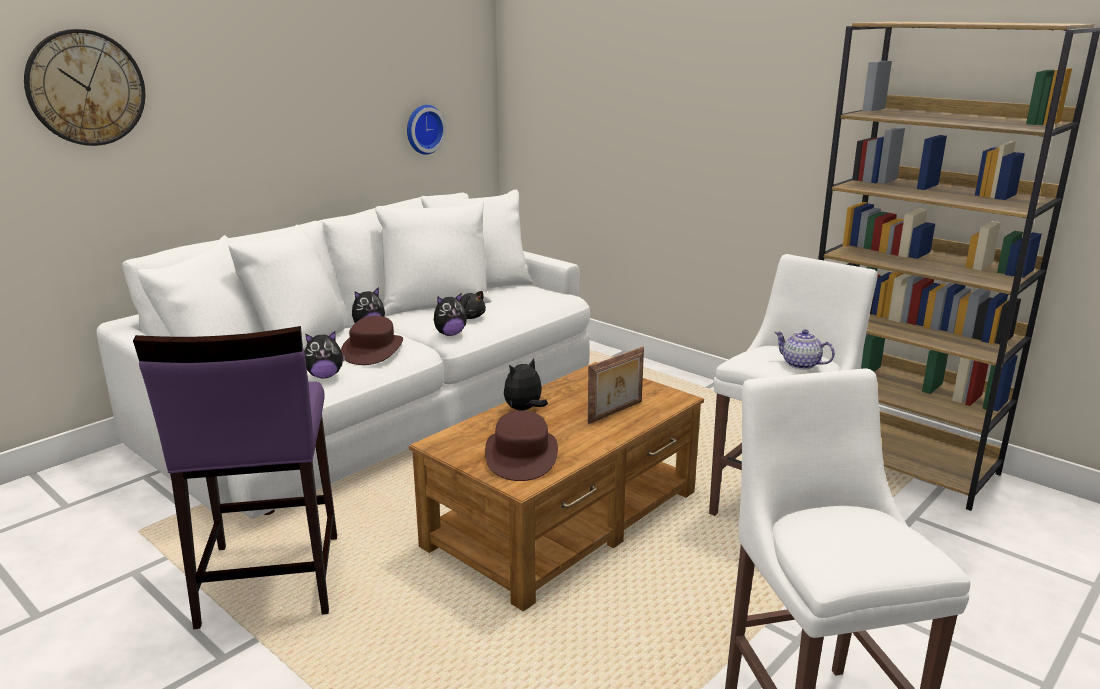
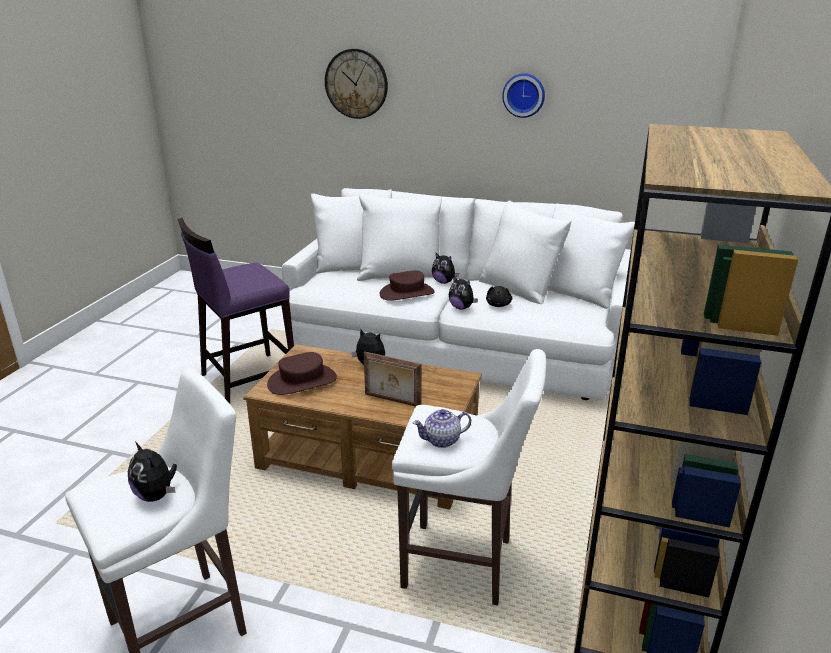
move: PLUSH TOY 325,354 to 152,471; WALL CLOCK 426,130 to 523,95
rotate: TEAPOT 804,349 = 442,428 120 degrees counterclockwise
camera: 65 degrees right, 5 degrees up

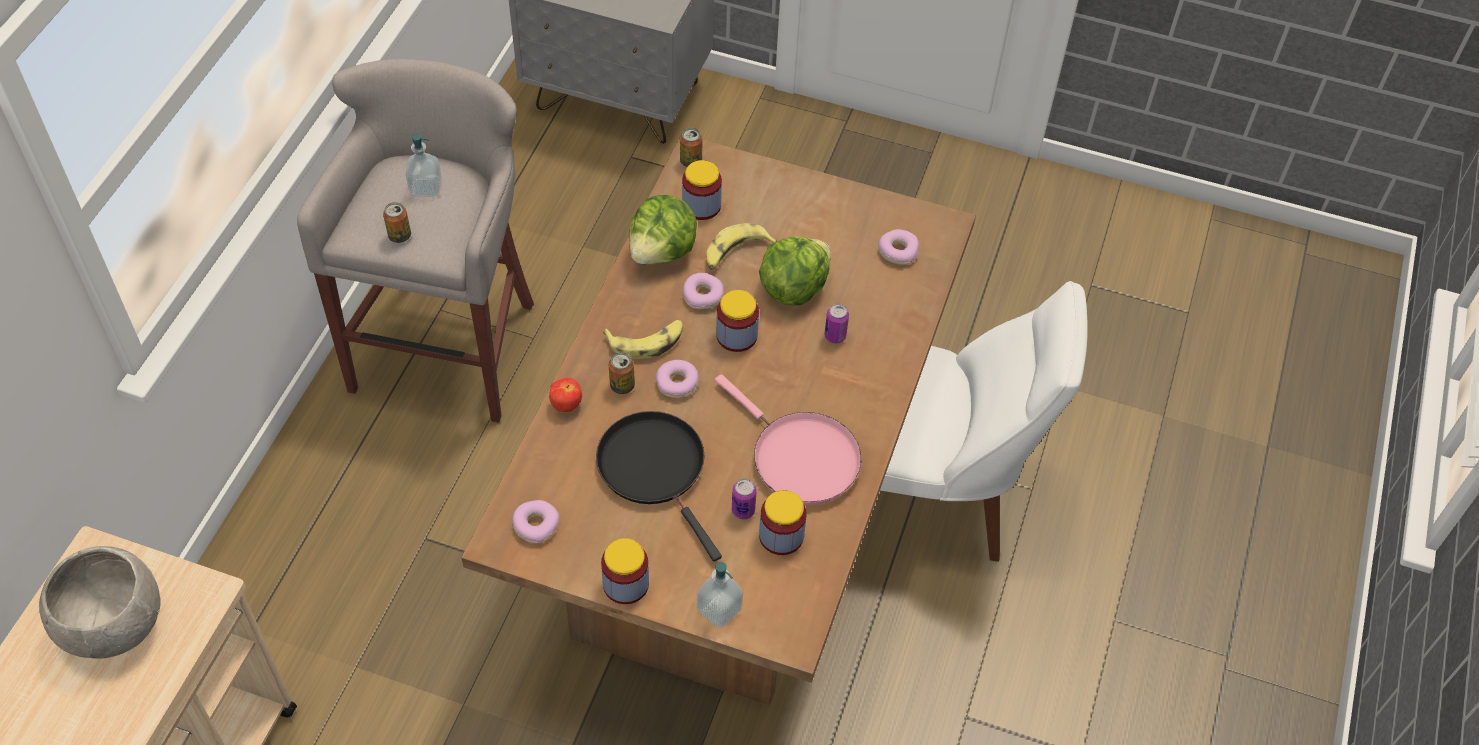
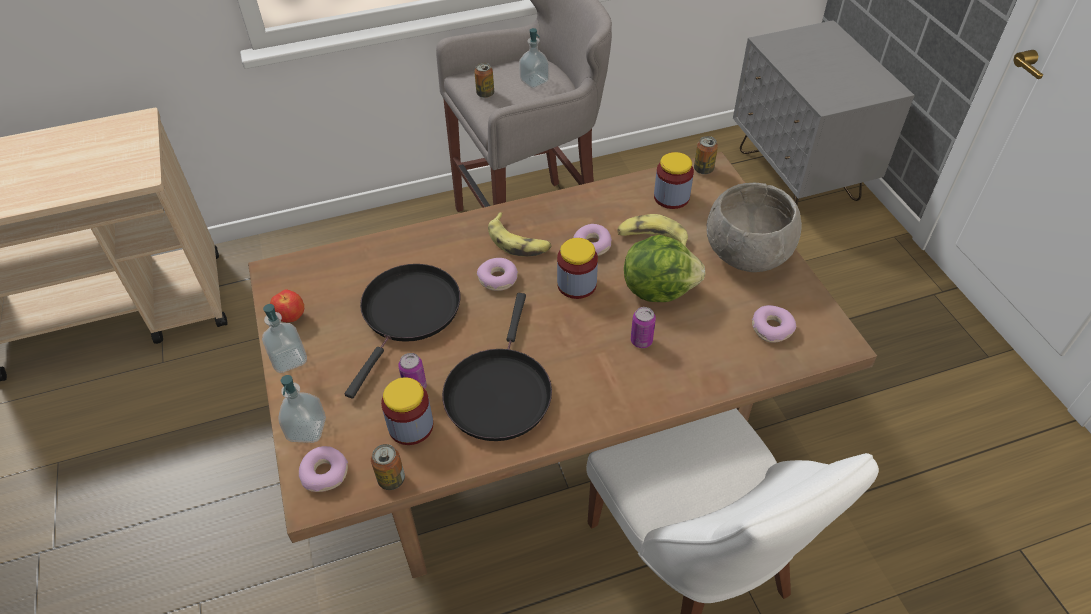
delete: LETTUCE 663,229
move: GREY BOWL 99,602 to 754,227; DONUT 535,522 to 323,469; APPLE 565,395 to 287,305; CAN 622,373 to 388,467
replace: JAR 625,571 to SOAP DISPENSER 284,338
recolor: PINK FRYING PAN 788,439 to BLACK FRYING PAN 497,367
camera: 55 degrees right, 5 degrees down

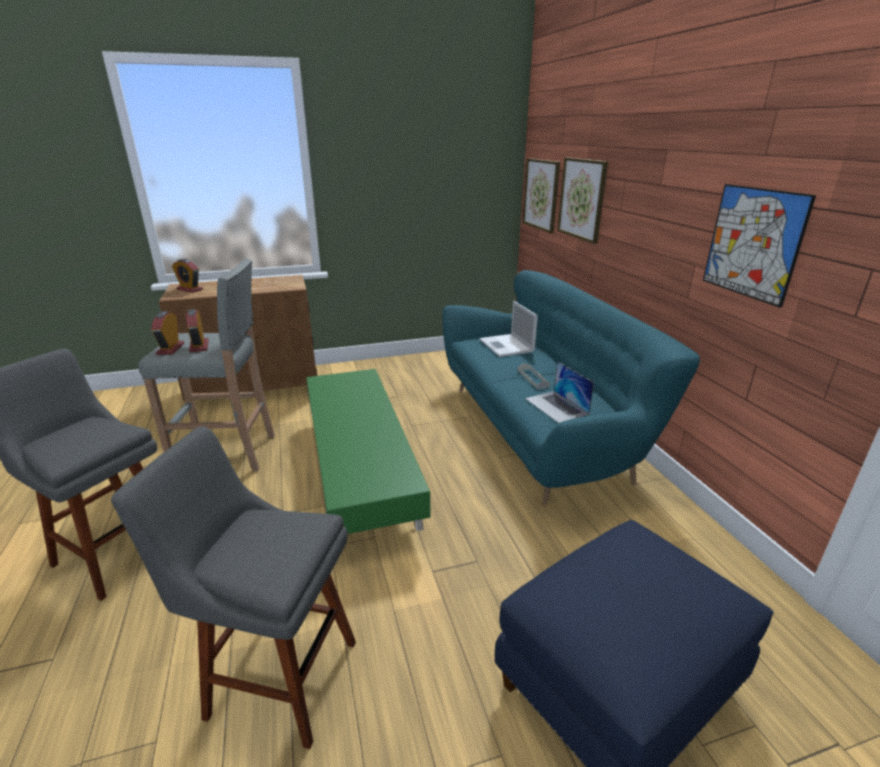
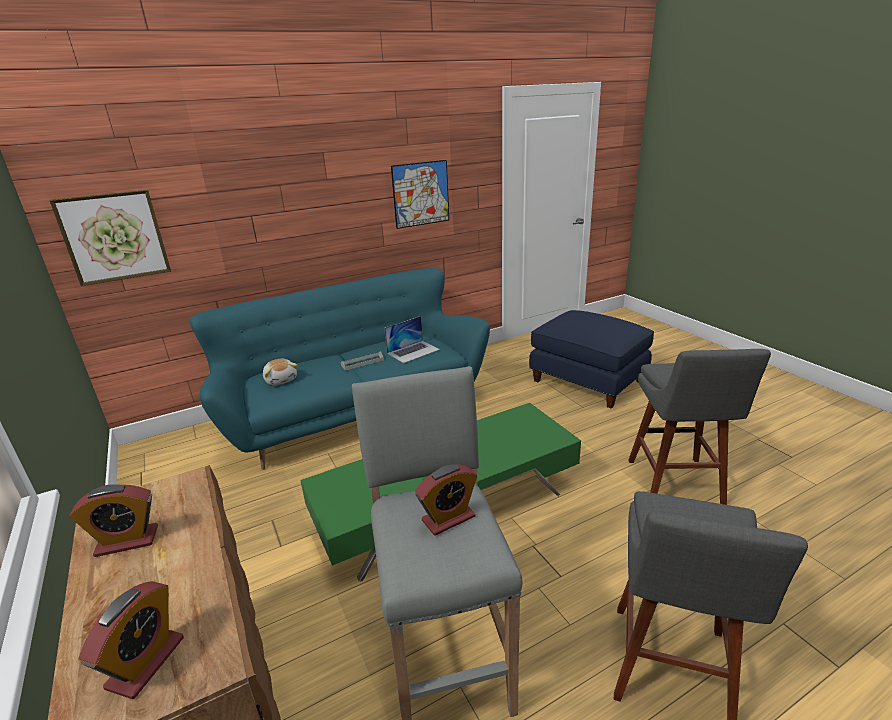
delete: PICTURE 582,201
move: ALARM CLOCK 167,333 to 113,520
replace: LAPTOP 508,329 to PLUSH TOY 280,372
camera: 100 degrees left, 0 degrees up

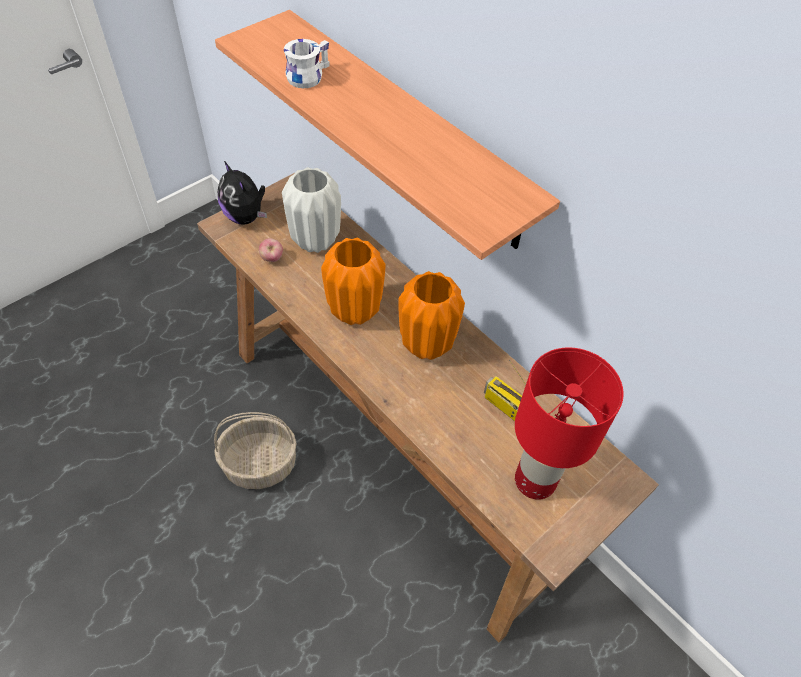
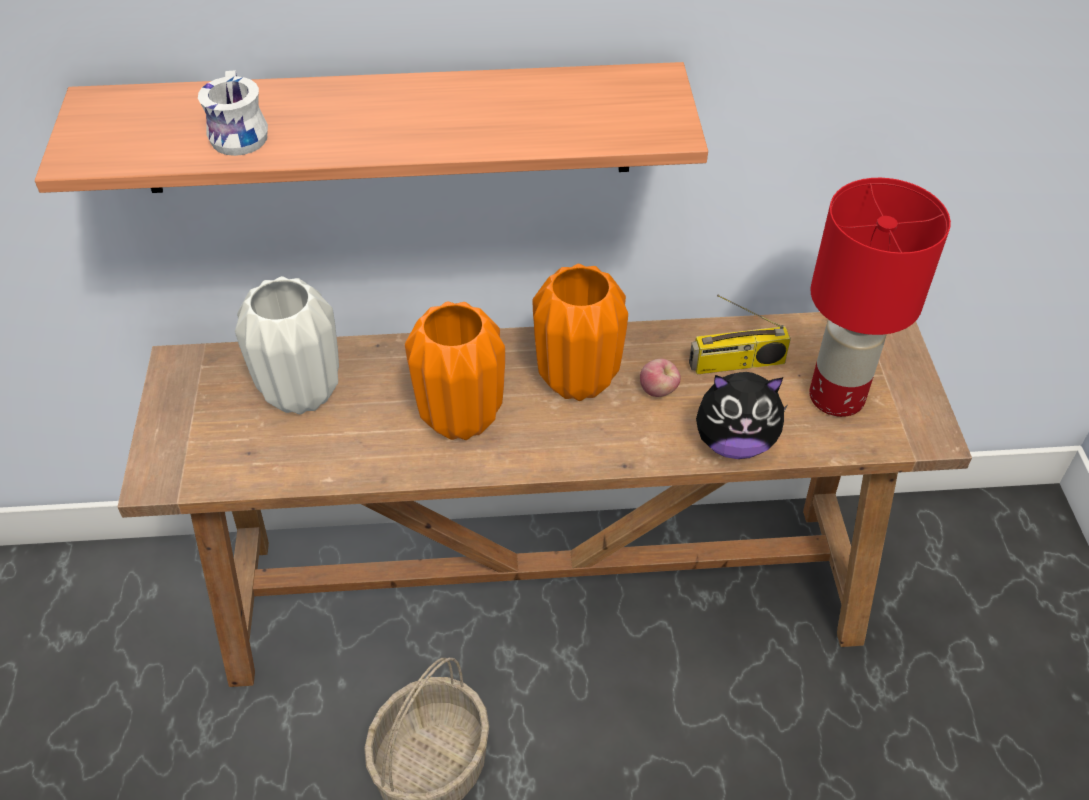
move: PLUSH TOY 242,193 to 742,415; APPLE 271,250 to 660,378
camera: 50 degrees left, 5 degrees down

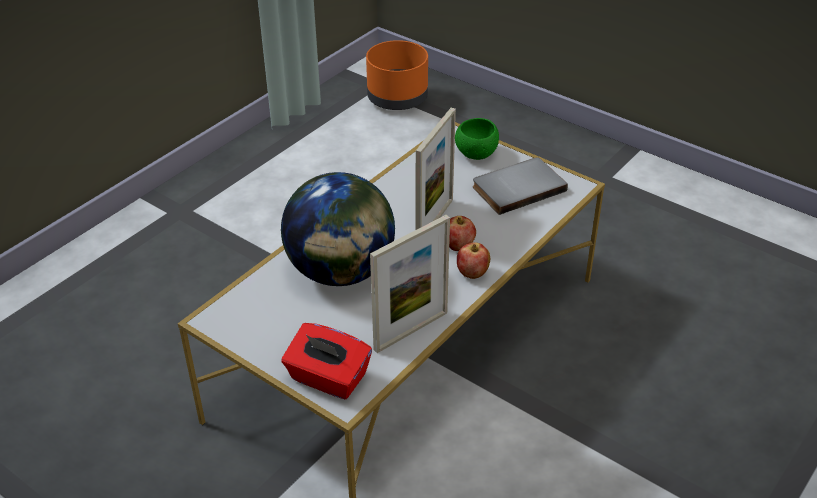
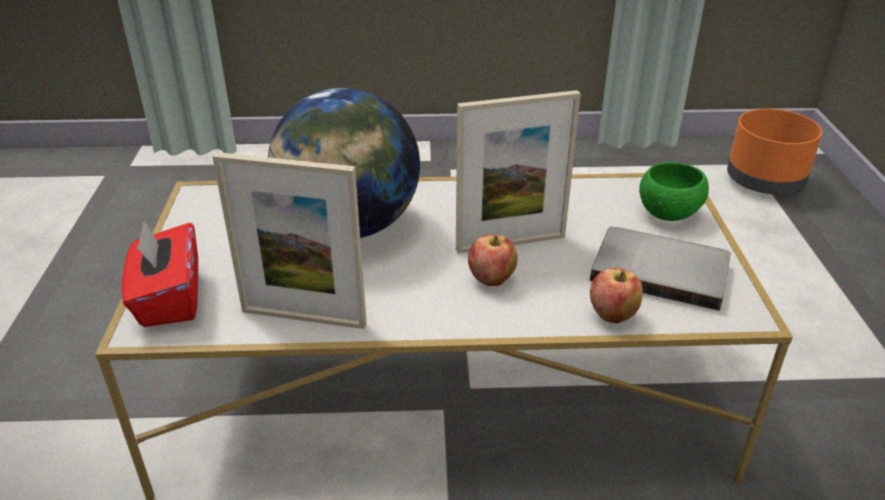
move: APPLE 473,261 to 616,295
camera: 50 degrees right, 5 degrees down

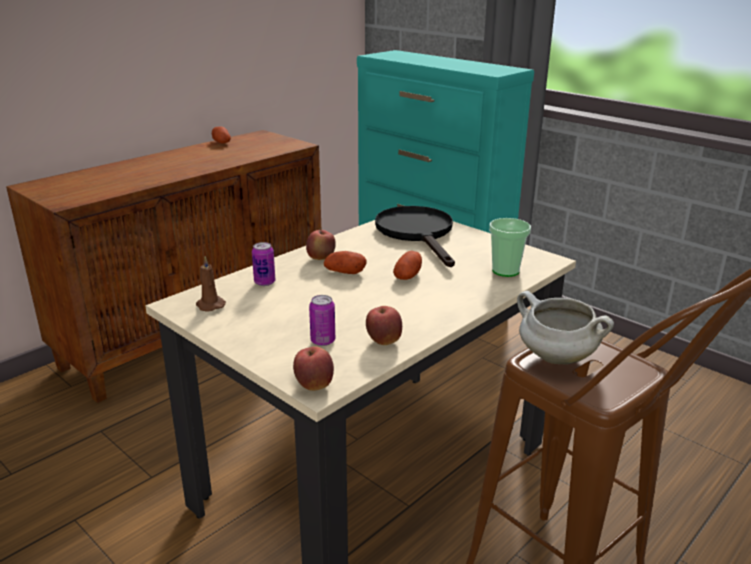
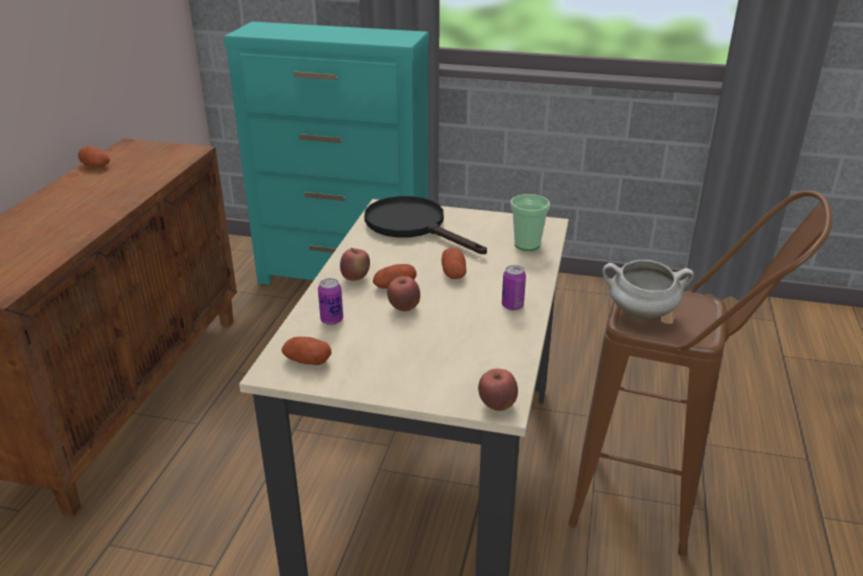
move: CAN 322,320 to 514,288; APPLE 384,325 to 403,293
replace: BROWN CANDLE 211,283 to POTATO 306,351
camera: 30 degrees left, 5 degrees up

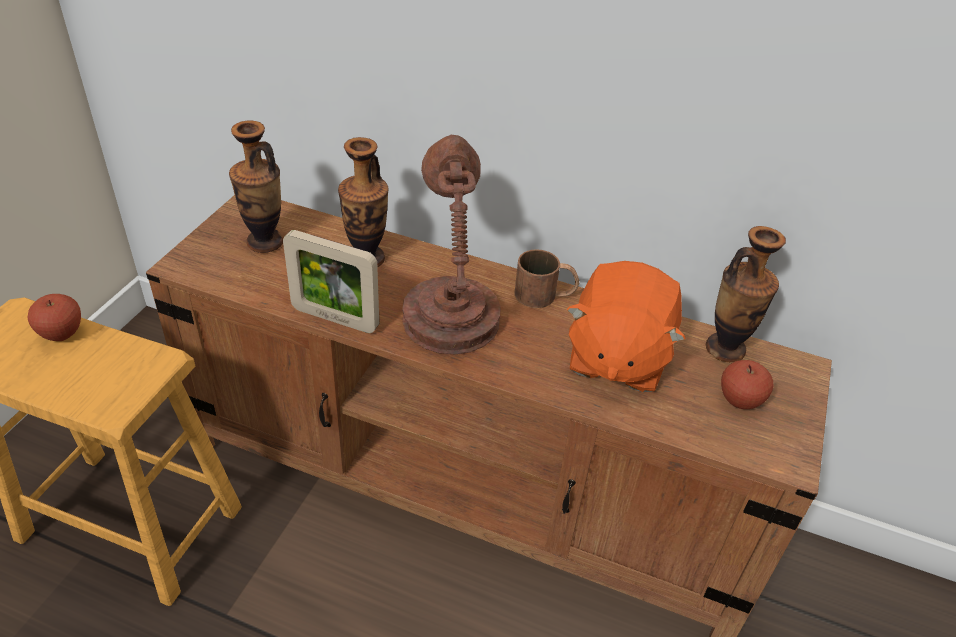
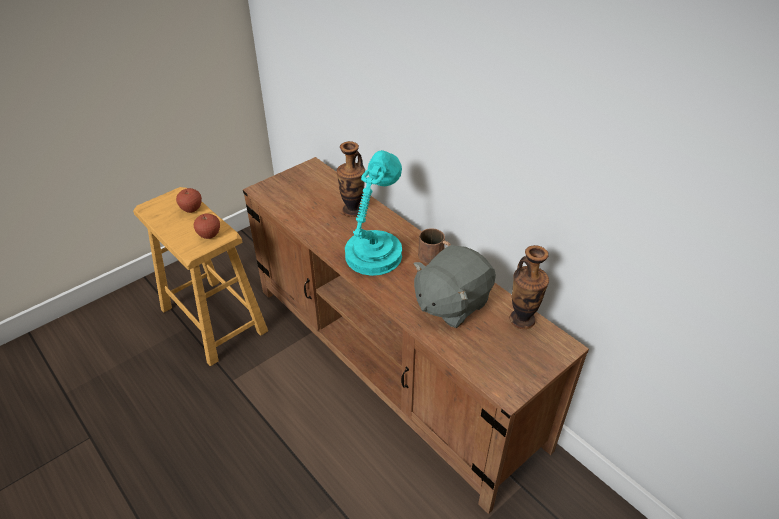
delete: VASE 256,186; PICTURE FRAME 331,281
move: APPLE 747,384 to 207,226
recolor: BROWN TABLE LAMP 451,245 to TURQUOISE TABLE LAMP 373,213; ORANGE PLUSH TOY 626,326 to GREY PLUSH TOY 454,286
camera: 30 degrees right, 0 degrees up

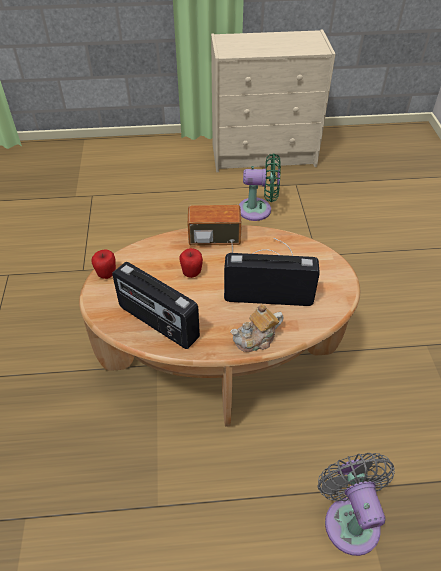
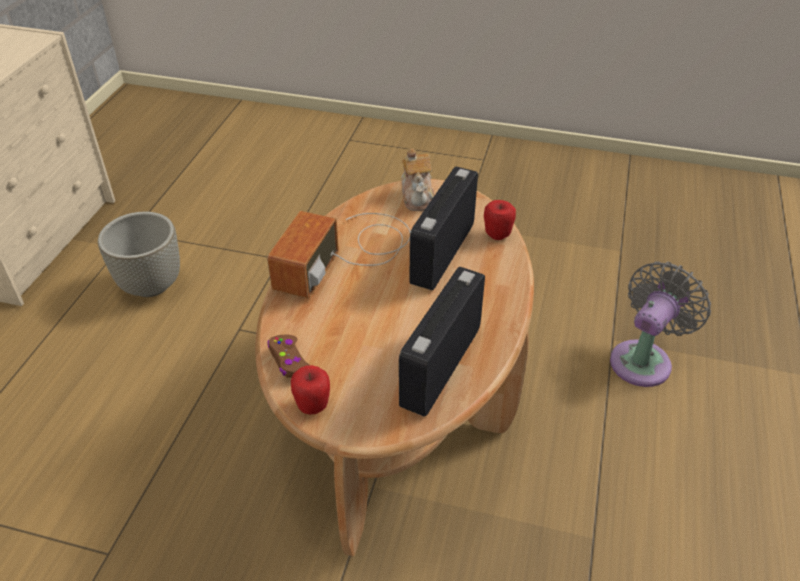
insert: BROWN GAME CONTROLLER 288,356
move: APPLE 191,263 to 500,220; TEAPOT 257,328 to 417,179
replace: GREEN FAN 260,187 to GREY PLANTER 139,254
rotate: RADIO 156,305 = 442,341 150 degrees clockwise; GREY FAN 356,504 = 660,324 120 degrees clockwise
camera: 70 degrees left, 5 degrees down

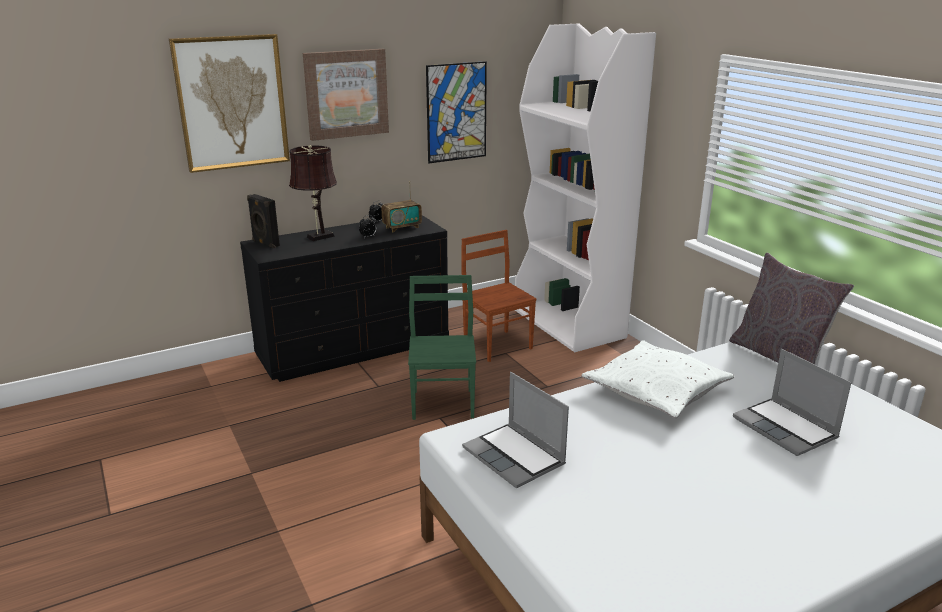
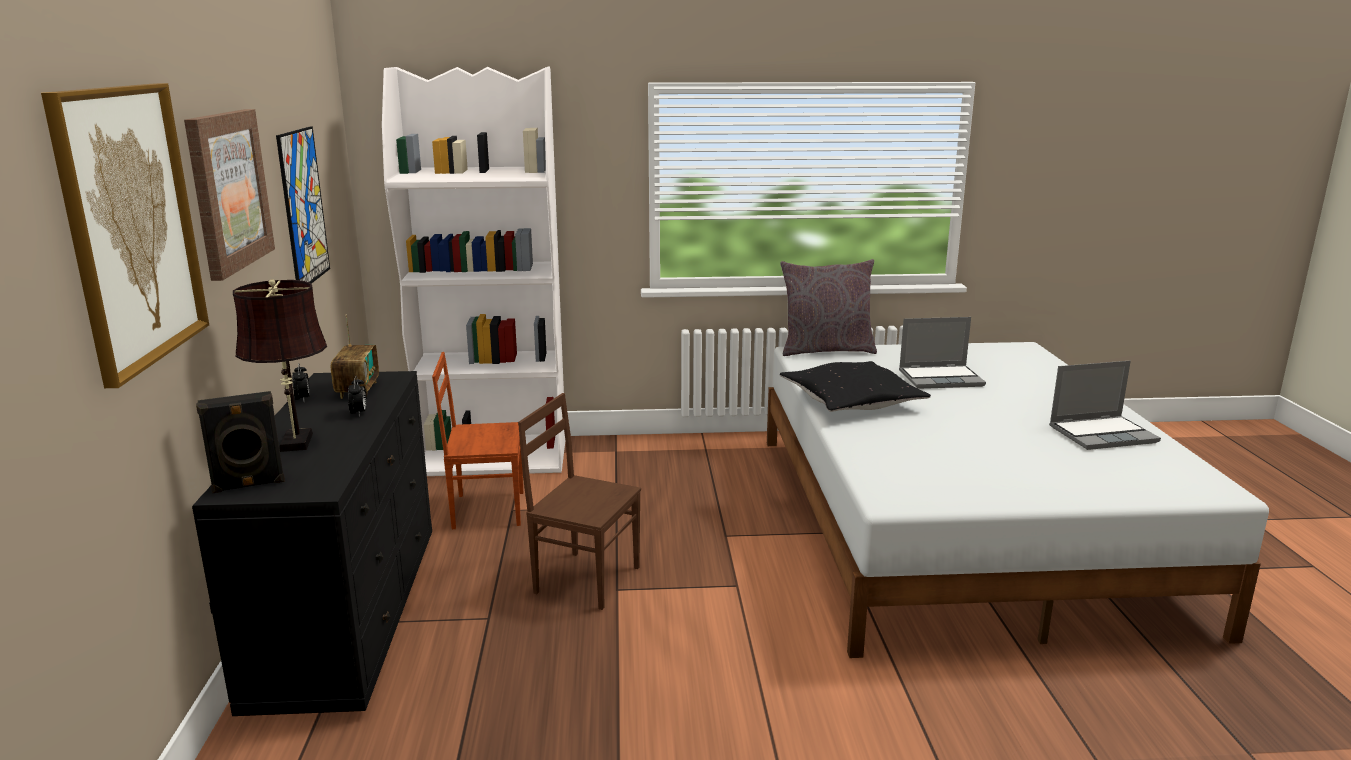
move: LAPTOP 515,430 to 1105,405
recolor: GREEN CHAIR 442,347 to BROWN CHAIR 579,501; WHITE PILLOW 658,379 to BLACK PILLOW 855,386
camera: 65 degrees left, 5 degrees down

